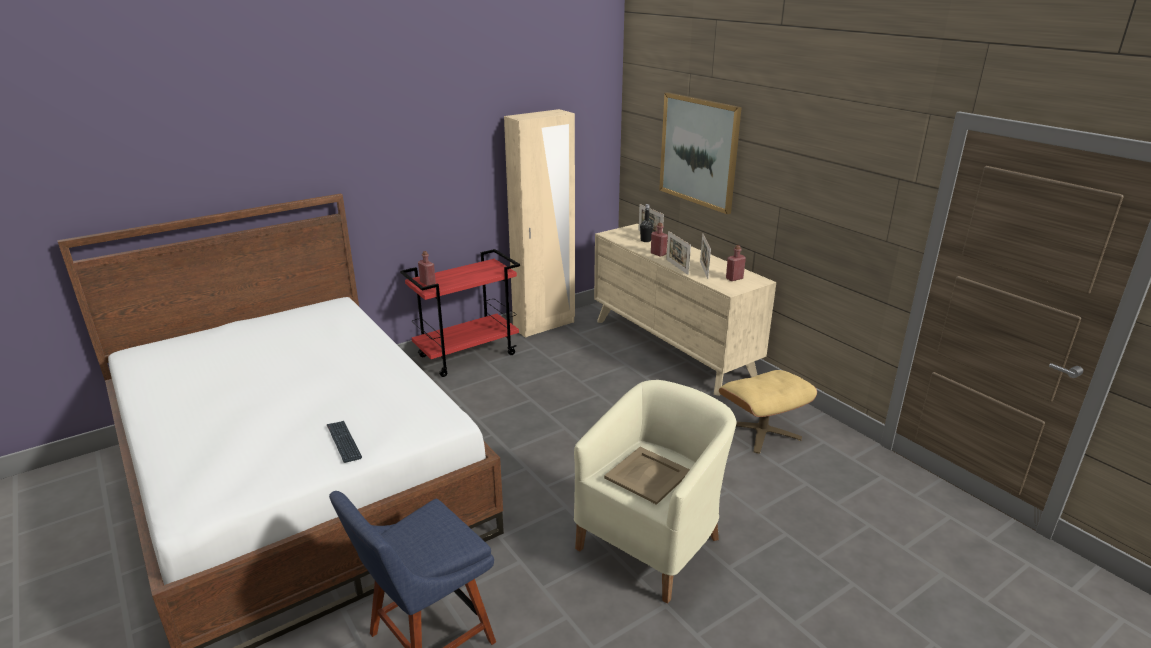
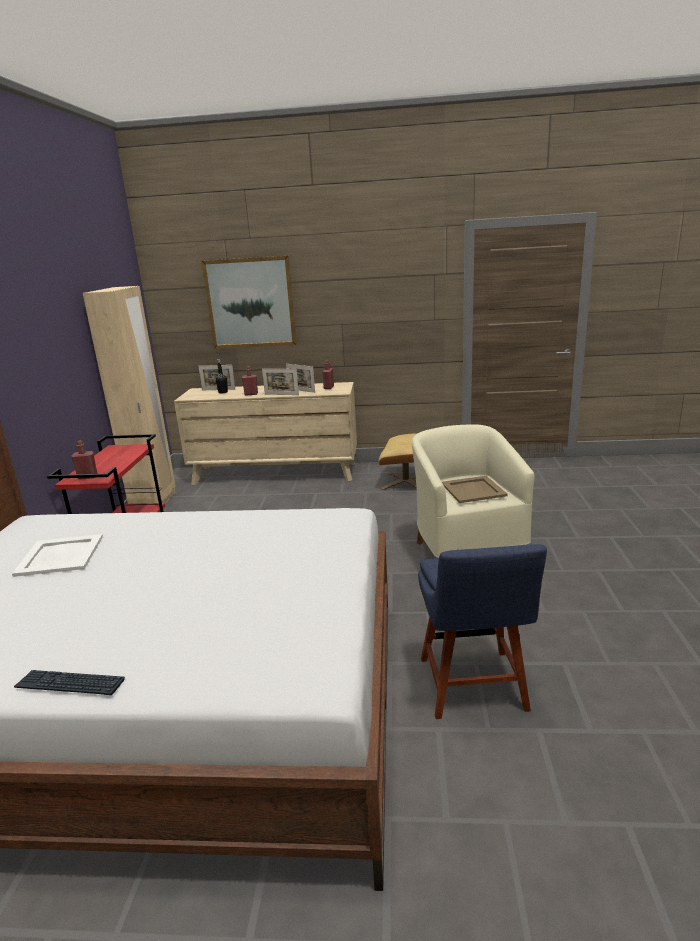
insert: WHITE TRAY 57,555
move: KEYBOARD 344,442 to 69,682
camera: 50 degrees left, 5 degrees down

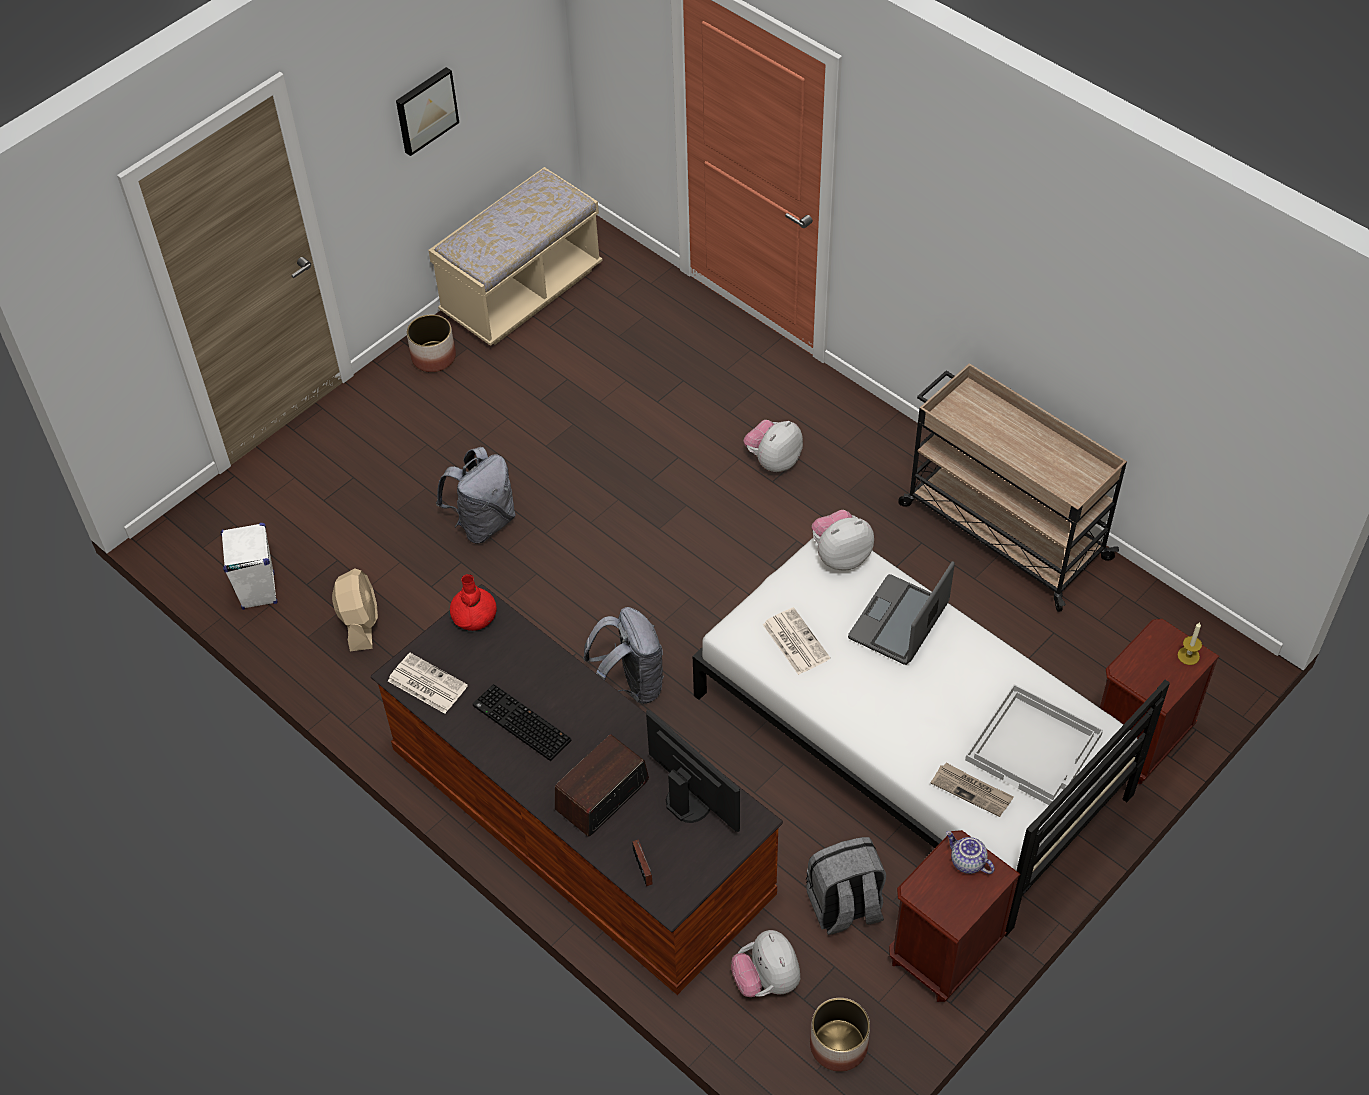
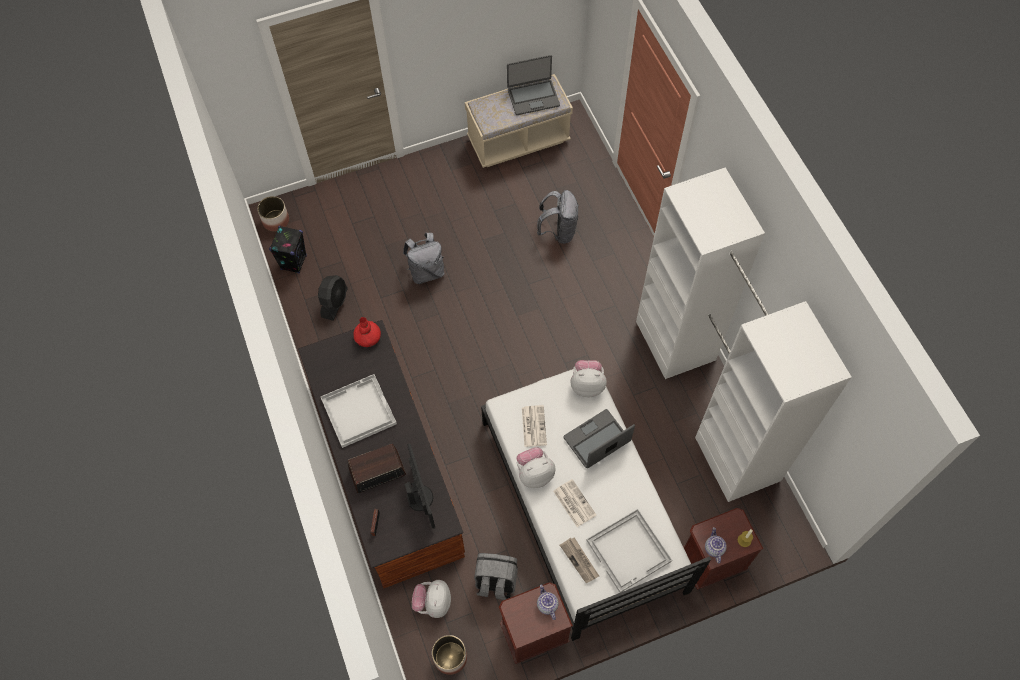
delete: PICTURE 427,111
insert: LAPTOP 533,85; TEAPOT 716,545
move: NEWSPAPER 428,683 to 574,503; PLANTER 431,343 to 273,213; GREY BACKPACK 623,655 to 558,217; PLUSH TOY 773,446 to 535,467
replace: KEYBOARD 522,722 to WHITE TRAY 359,411; BEIGE CART 1012,487 to WHITE WARDROBE 743,334
recolor: WHITE SPEAKER 249,566 to BLACK SPEAKER 288,250; BEIGE FAN 355,609 to BLACK FAN 333,298
camera: 25 degrees right, 10 degrees up

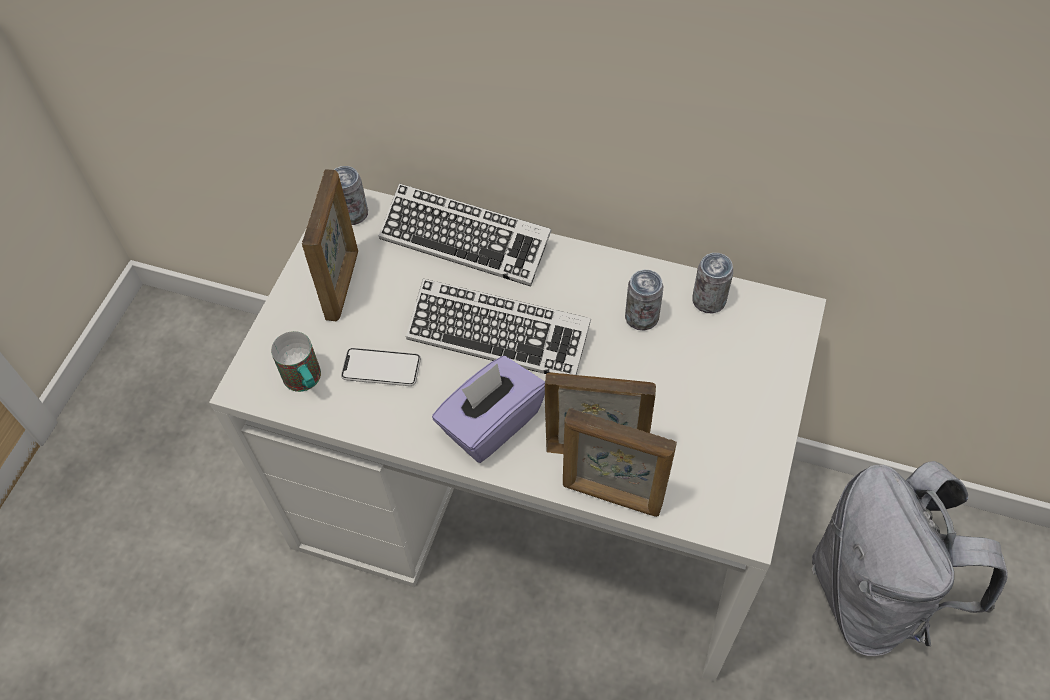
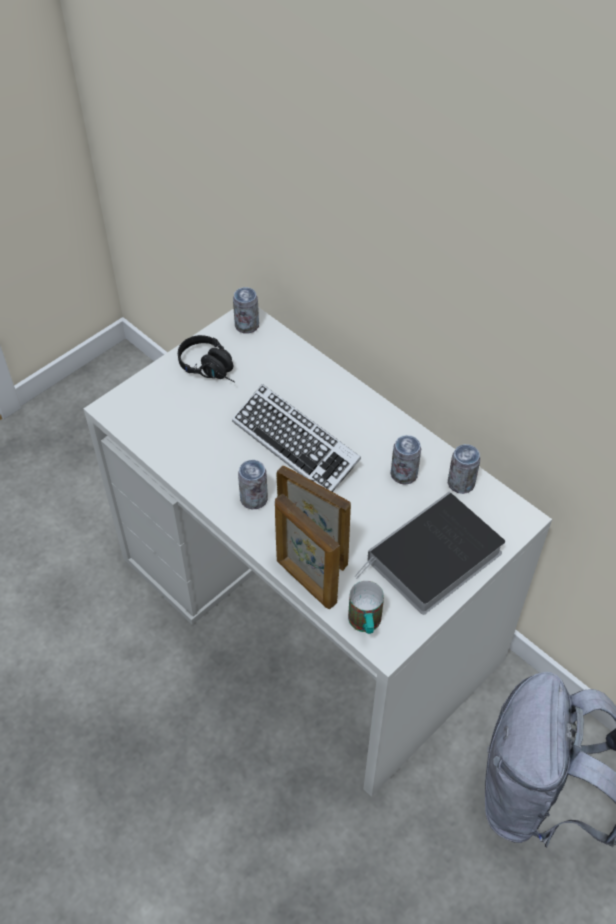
delete: PHONE 381,367; KEYBOARD 465,234
insert: BOOK 430,553
move: MUG 296,361 to 366,607
replace: PICTURE FRAME 330,245 to BLACK HEADPHONES 206,359; PURPLE TISSUE BOX 488,409 to CAN 253,484
camera: 25 degrees right, 5 degrees down

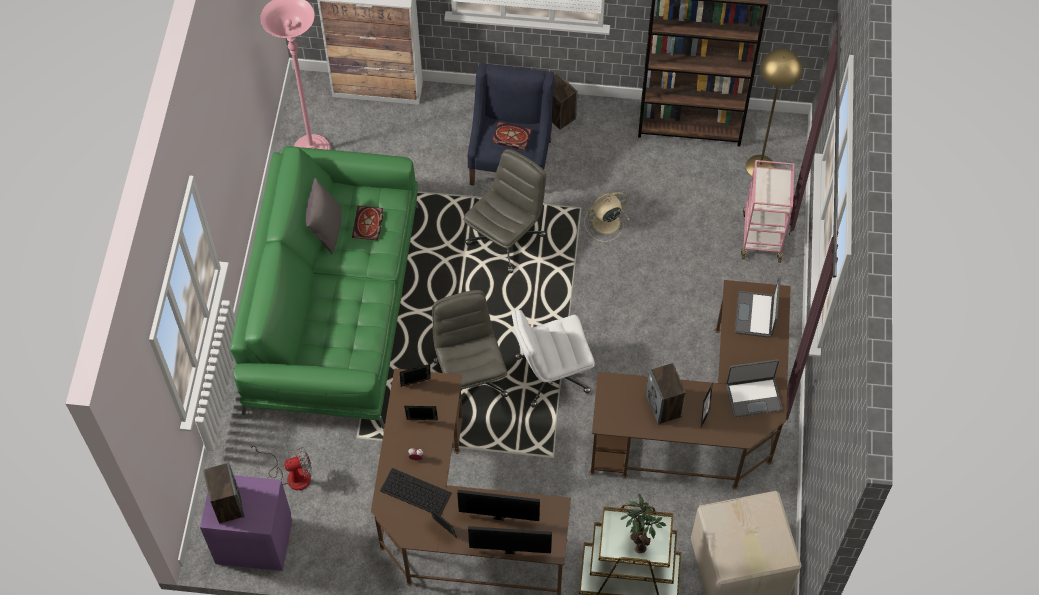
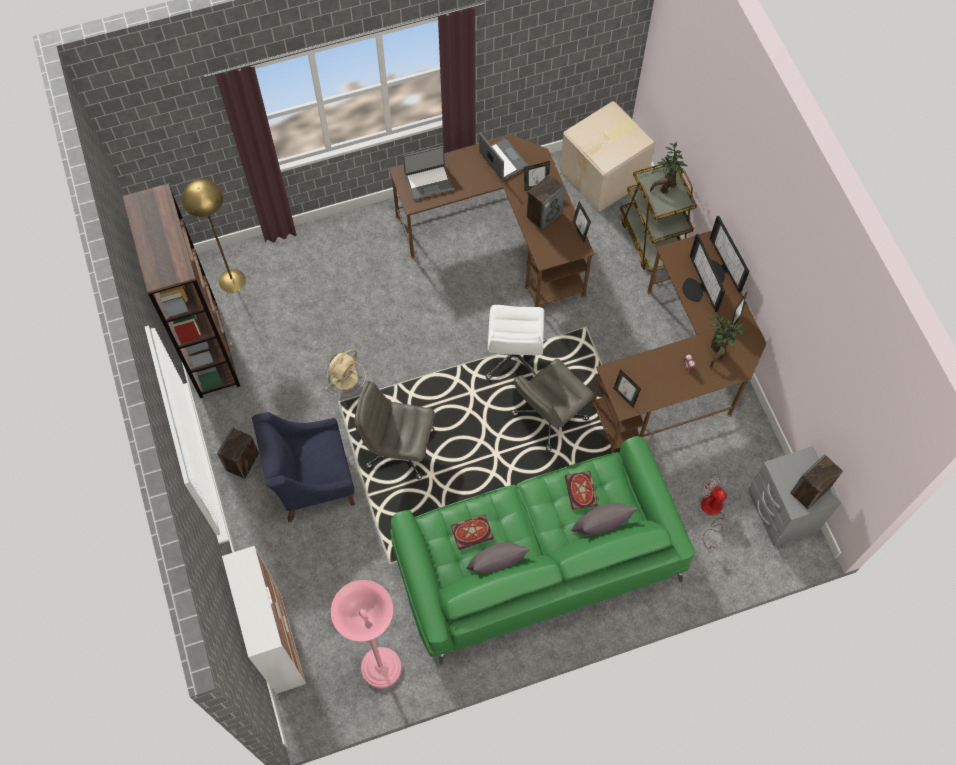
delete: PINK CART 767,211
insert: GREY PILLOW 604,519
move: PICTURE FRAME 421,413 to 582,221; BOOK 512,135 to 581,490
replace: KEYBOARD 416,492 to POTTED PLANT 727,340
recolor: PURPLE NIGHTSTAND 246,523 to GREY NIGHTSTAND 795,496
rotate: WHITE OFFICE CHAIR 553,358 = 515,342 45 degrees clockwise; BEIGE FAN 607,217 = 345,372 90 degrees counterclockwise
camera: 115 degrees left, 5 degrees up

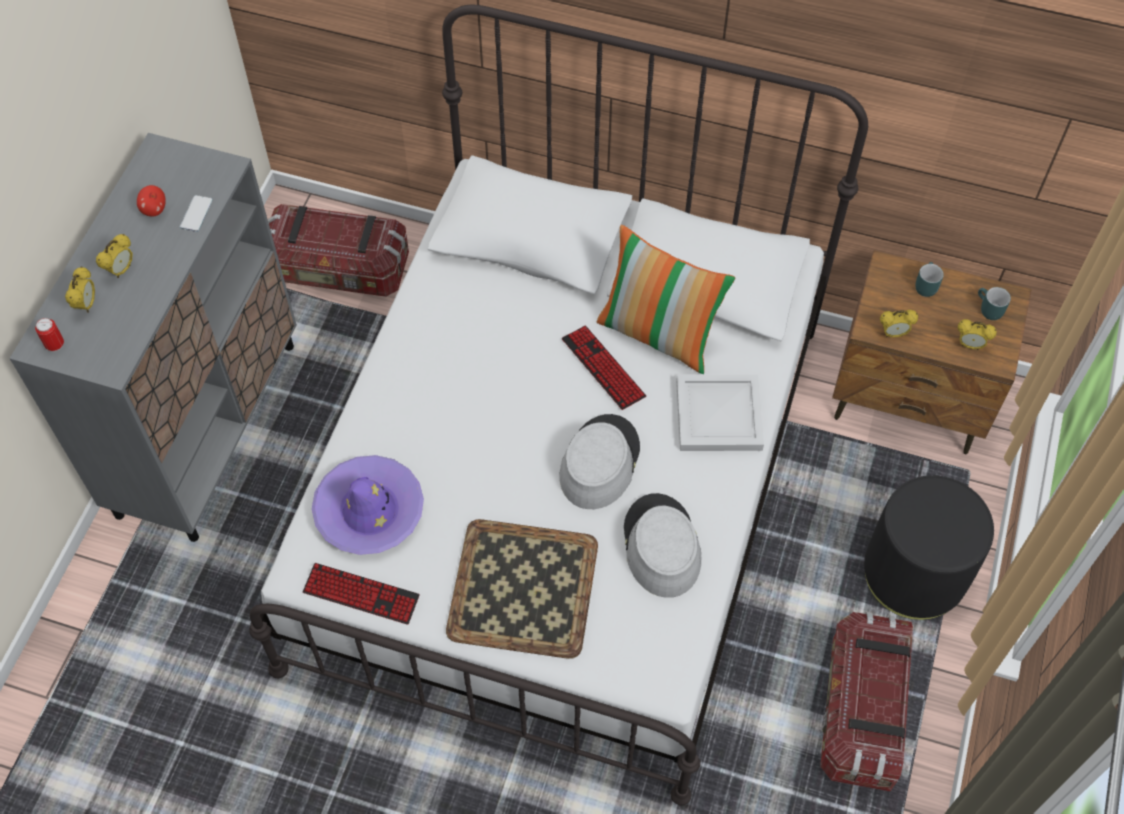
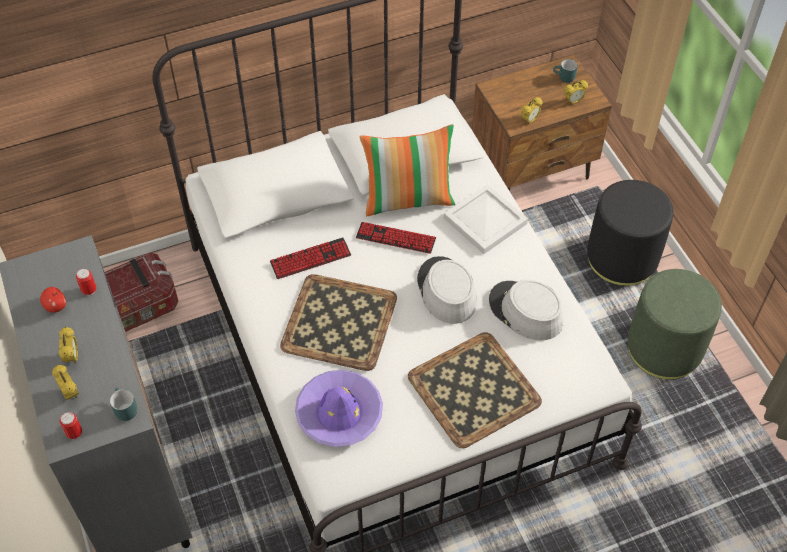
insert: TRAY 338,322
move: KEYBOARD 361,594 to 310,258; TURQUOISE MUG 929,279 to 123,404
replace: PHONE 196,213 to CAN 86,281; STORAGE BOX 866,701 to GREEN OTTOMAN 675,324
camera: 40 degrees left, 5 degrees down

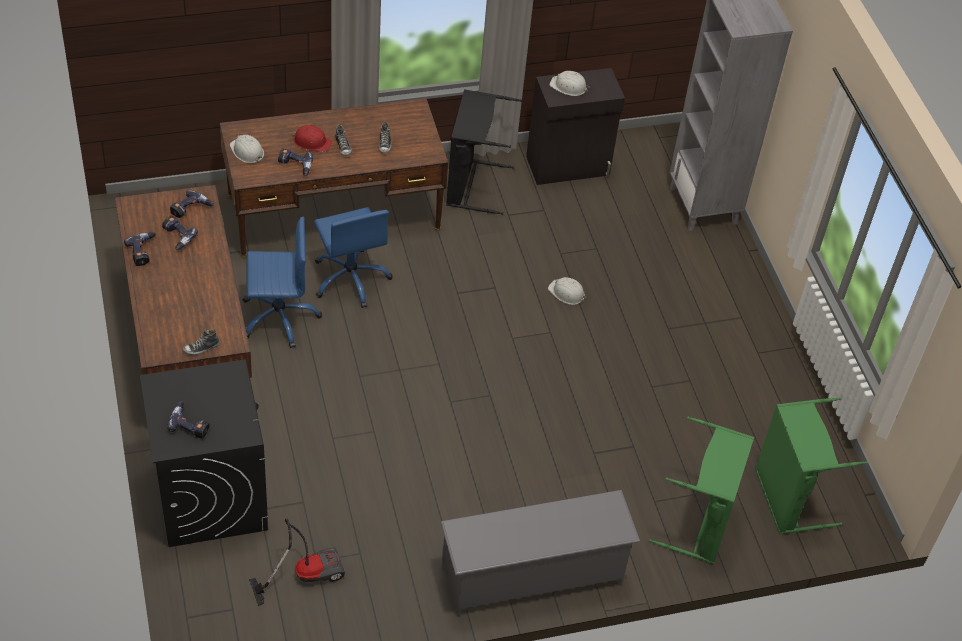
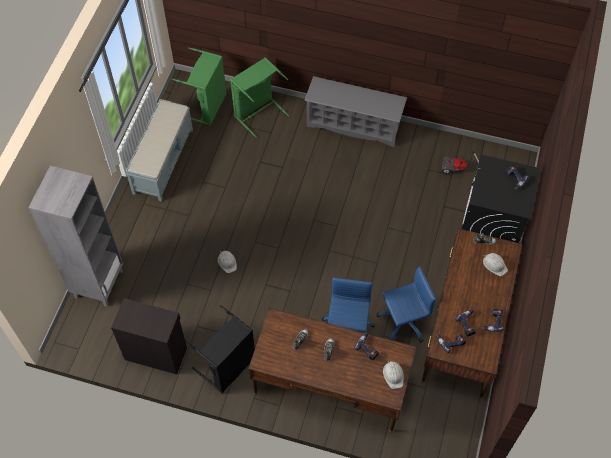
delete: RED HARD HAT 311,138
insert: GREY BENCH 159,150
move: WHITE HARD HAT 570,83 to 495,264
rotate: BLUE OFFICE CHAIR 282,282 = 406,304 135 degrees clockwise
camera: 145 degrees left, 10 degrees up

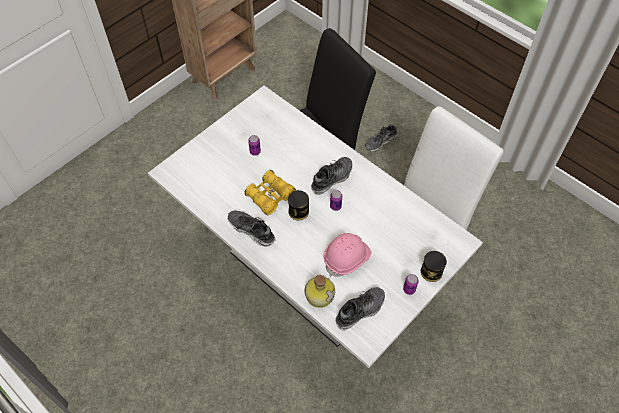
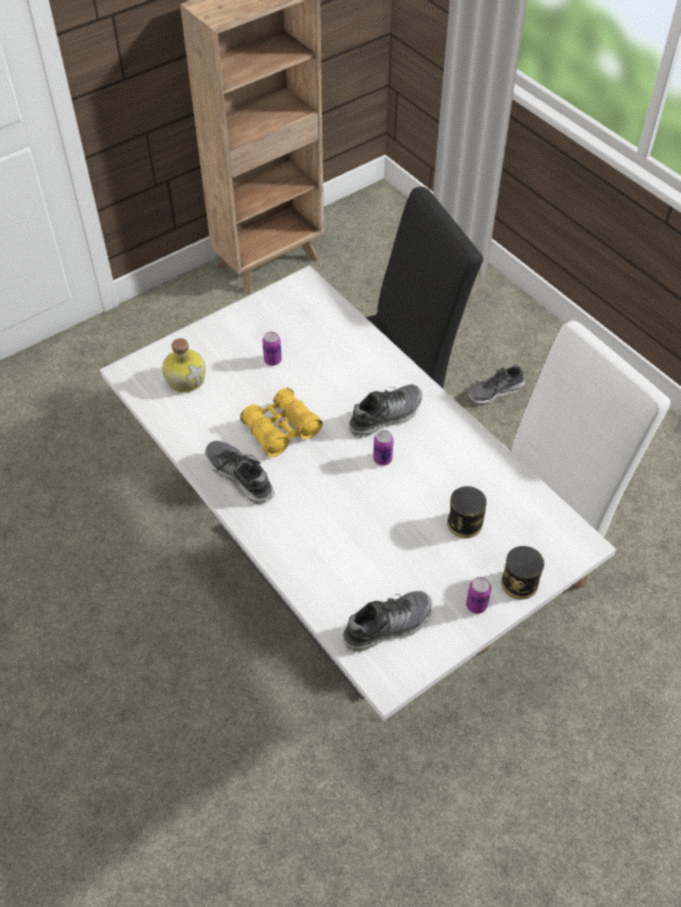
delete: PINK HARD HAT 347,255
move: CAN 298,205 to 467,512; BOTTLE 320,291 to 184,365
camera: 10 degrees right, 5 degrees down

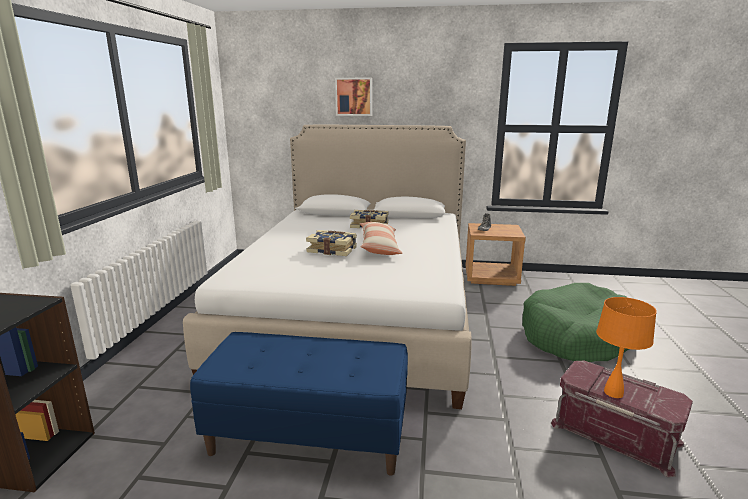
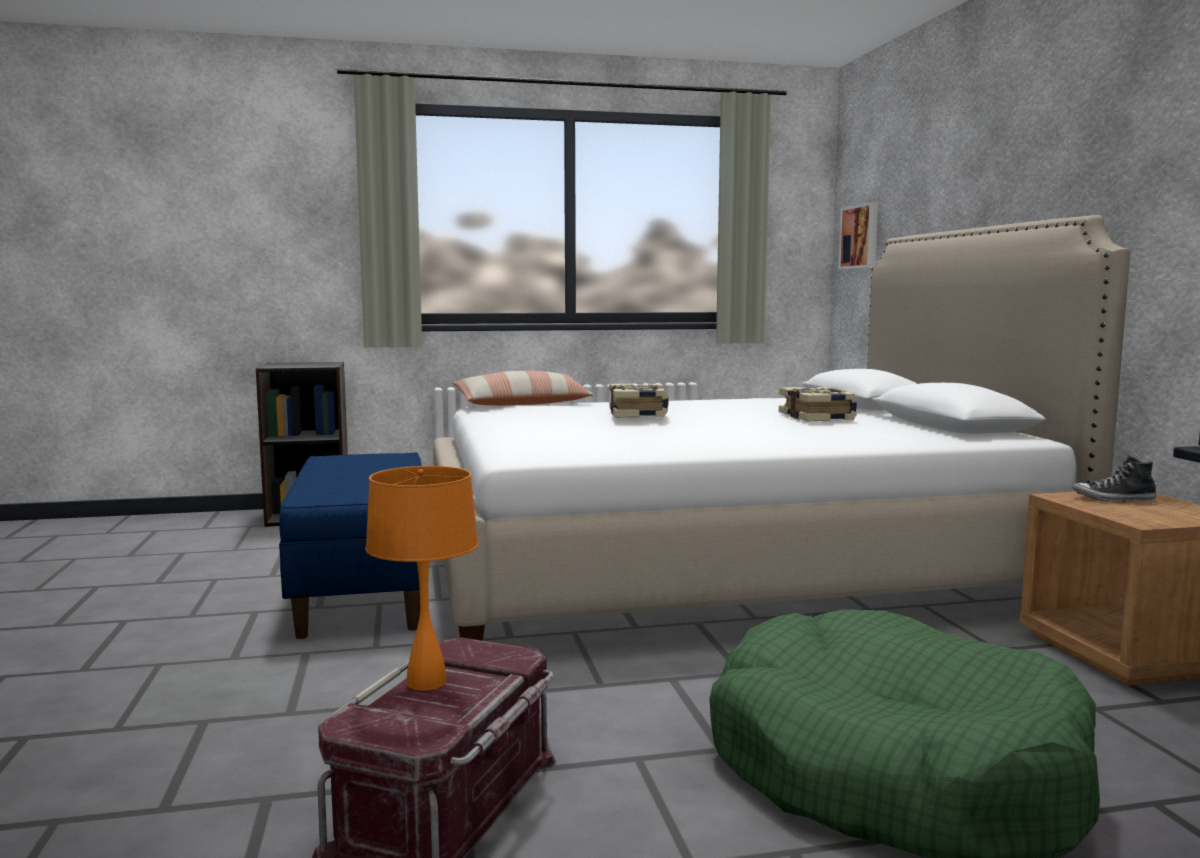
move: PICTURE 353,97 to 858,235; PILLOW 381,238 to 522,388
camera: 70 degrees right, 10 degrees down

